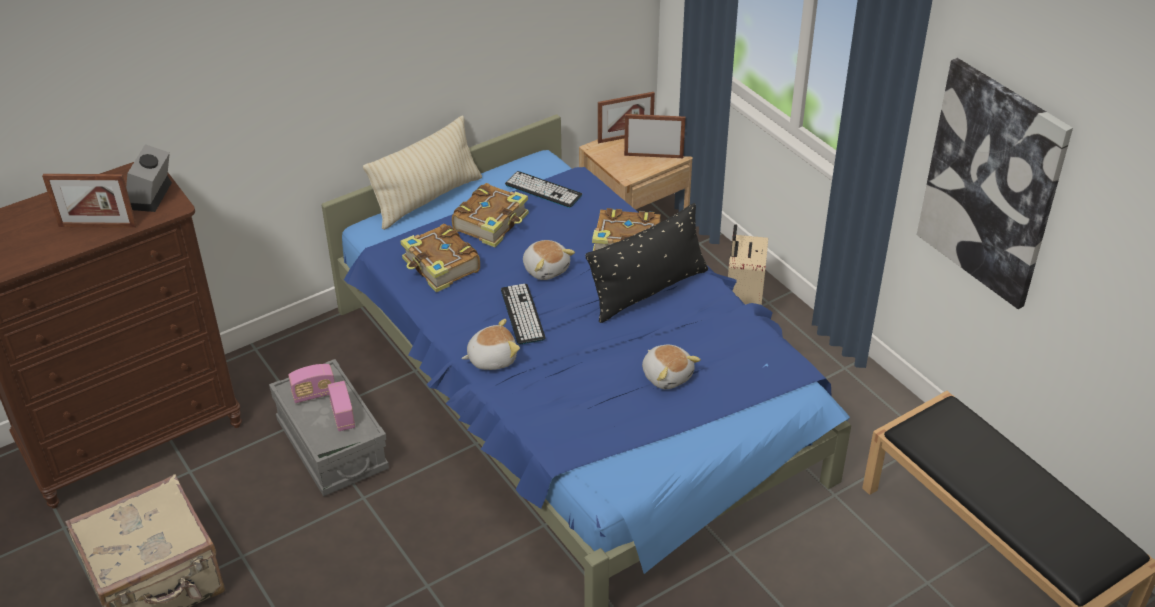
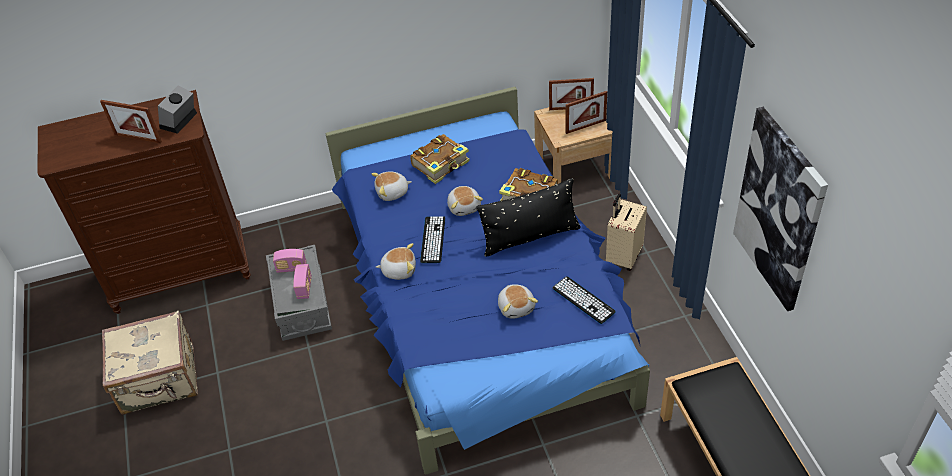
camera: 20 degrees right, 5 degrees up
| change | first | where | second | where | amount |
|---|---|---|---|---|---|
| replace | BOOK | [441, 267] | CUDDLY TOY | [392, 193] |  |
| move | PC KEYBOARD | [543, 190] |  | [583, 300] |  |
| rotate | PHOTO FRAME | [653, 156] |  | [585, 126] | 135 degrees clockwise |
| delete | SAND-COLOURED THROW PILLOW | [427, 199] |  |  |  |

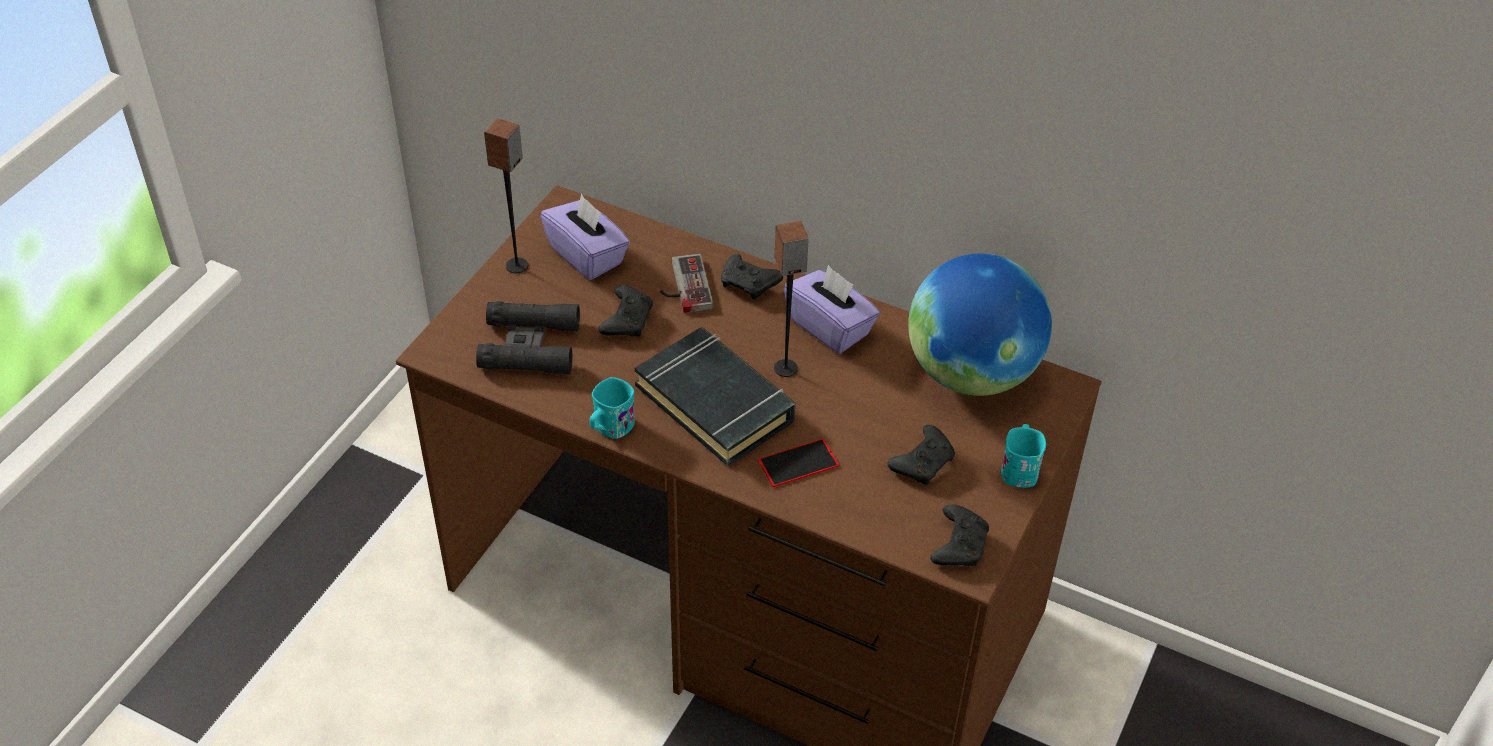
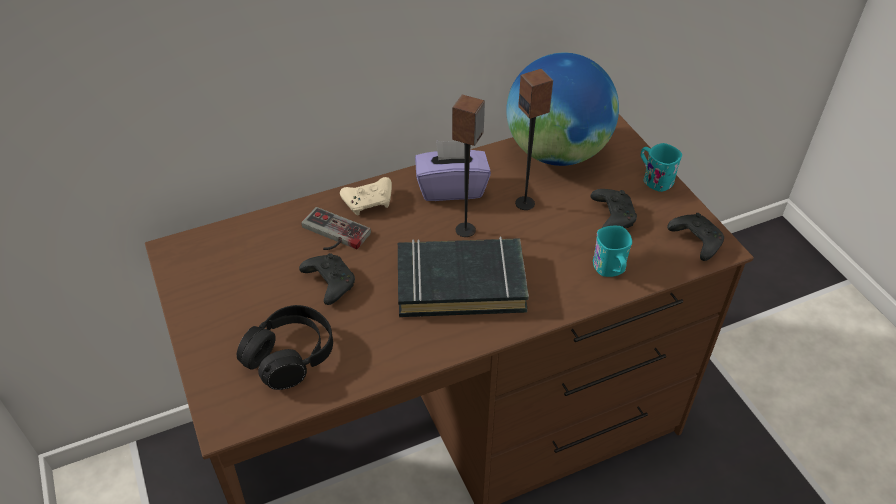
camera: 50 degrees left, 0 degrees up
| change | first | where | second | where | amount |
|---|---|---|---|---|---|
| replace | BLACKISH FIELD GLASSES | [529, 346] | BLACKISH PAIR OF HEADPHONES | [290, 355] |  |
| recolor | BLACKISH GAMEPAD | [749, 284] | SAND-COLOURED GAMEPAD | [369, 202] |  |
| move | LOUDSPEAKER | [517, 266] |  | [525, 203] |  |
| move | BLUE-GREEN COFFEE MUG | [610, 428] |  | [611, 270] |  |
| delete | PURPLE BOX OF TISSUES | [587, 255] |  |  |  |
| delete | HANDSET | [798, 463] |  |  |  |

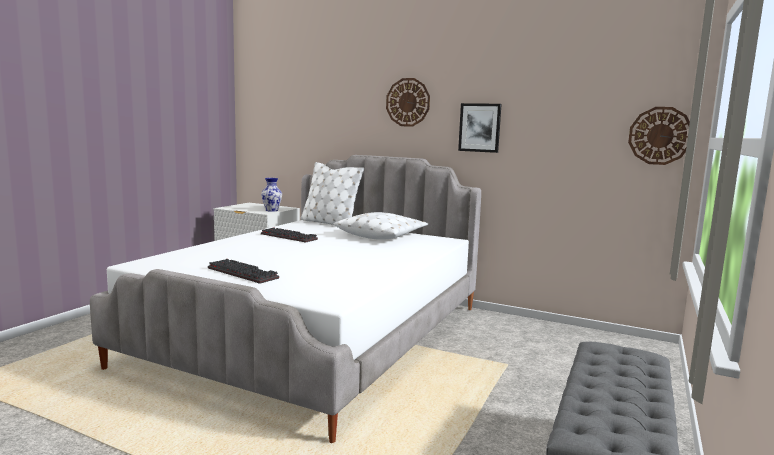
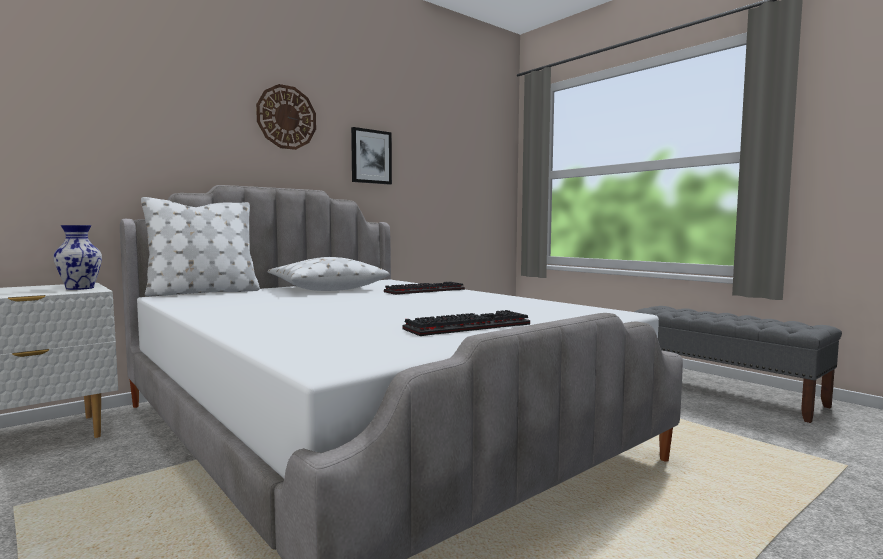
camera: 65 degrees left, 5 degrees down
| change | first | where | second | where | amount |
|---|---|---|---|---|---|
| move | PC KEYBOARD | [290, 237] |  | [425, 290] |  |
| delete | WALL CLOCK | [660, 135] |  |  |  |

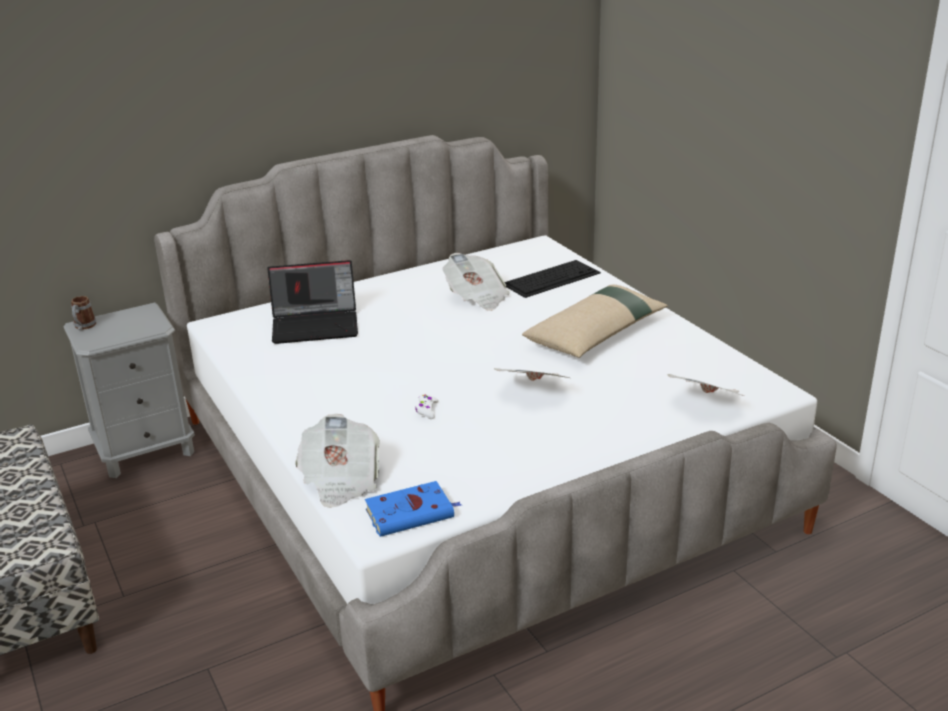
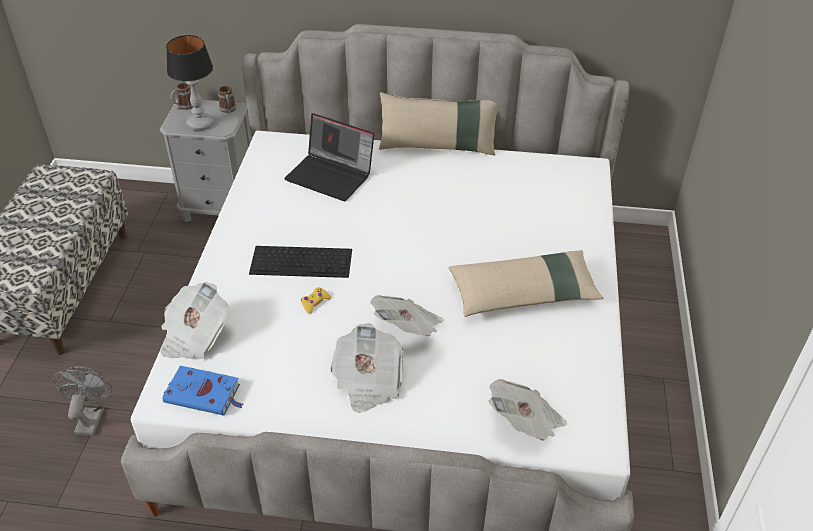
camera: 35 degrees right, 15 degrees up
| change | first | where | second | where | amount |
|---|---|---|---|---|---|
| insert |  |  | GREYISH COOLING FAN | [91, 417] |  |
| insert |  |  | TABLE LAMP | [201, 124] |  |
| insert |  |  | COFFEE MUG | [228, 110] |  |
| move | PC KEYBOARD | [552, 278] |  | [302, 261] |  |
| recolor | WHITE GAMEPAD | [427, 410] | YELLOW-COLOURED GAMEPAD | [315, 302] |  |
| move | PRINTED PAPER | [476, 297] |  | [367, 382] |  |
| insert |  |  | SAND-COLOURED THROW PILLOW | [438, 147] |  |

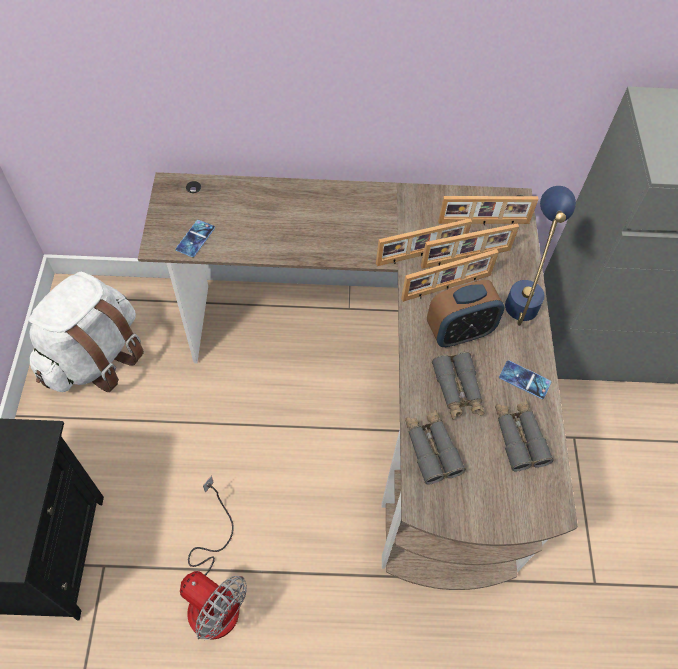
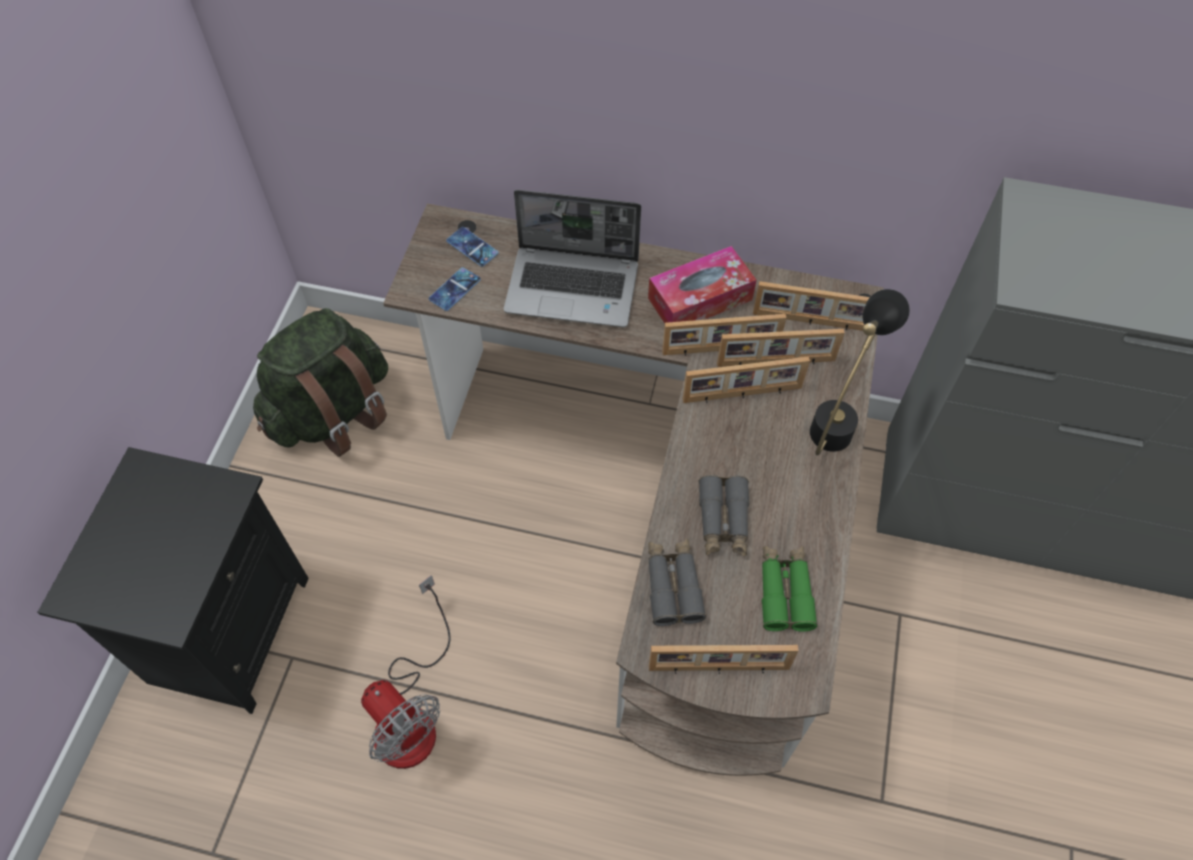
camera: 15 degrees right, 0 degrees up
| change | first | where | second | where | amount |
|---|---|---|---|---|---|
| recolor | WHITE RUCKSACK | [95, 357] | GREEN-COLOURED RUCKSACK | [332, 413] |  |
| move | HANDSET | [524, 380] |  | [472, 247] |  |
| insert |  |  | PORTABLE COMPUTER | [574, 287] |  |
| insert |  |  | BOX OF TISSUES | [700, 299] |  |
| insert |  |  | PHOTO FRAME | [719, 669] |  |
| recolor | GREYISH FIELD GLASSES | [519, 437] | GREEN-COLOURED FIELD GLASSES | [784, 591] |  |
| recolor | BLUE TABLE LAMP | [525, 293] | BLACKISH TABLE LAMP | [839, 417] |  |
| delete | ALARM CLOCK | [459, 332] |  |  |  |

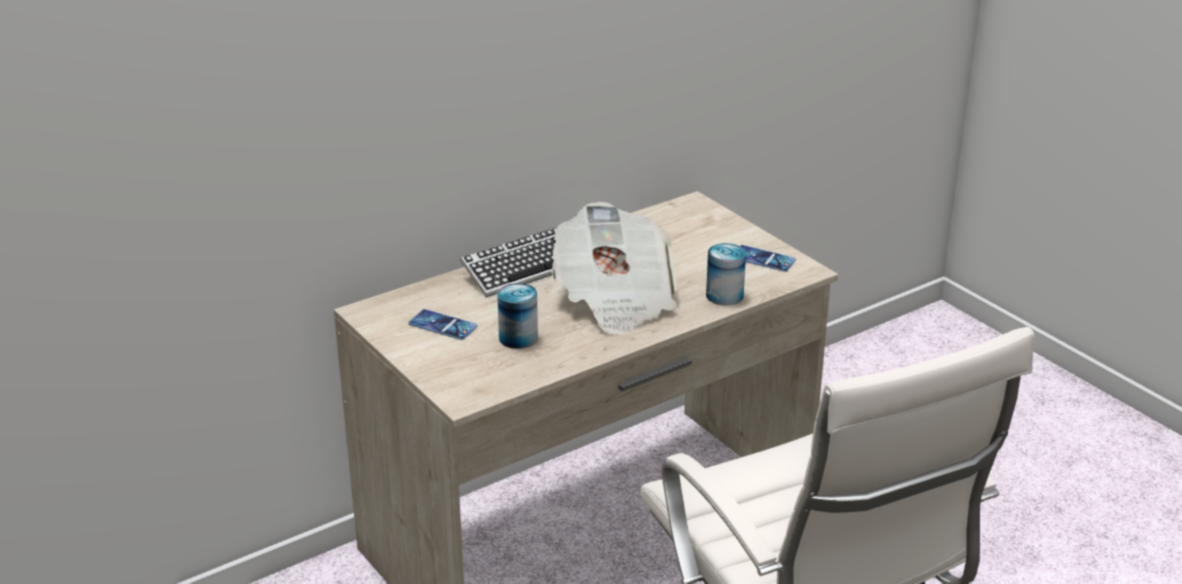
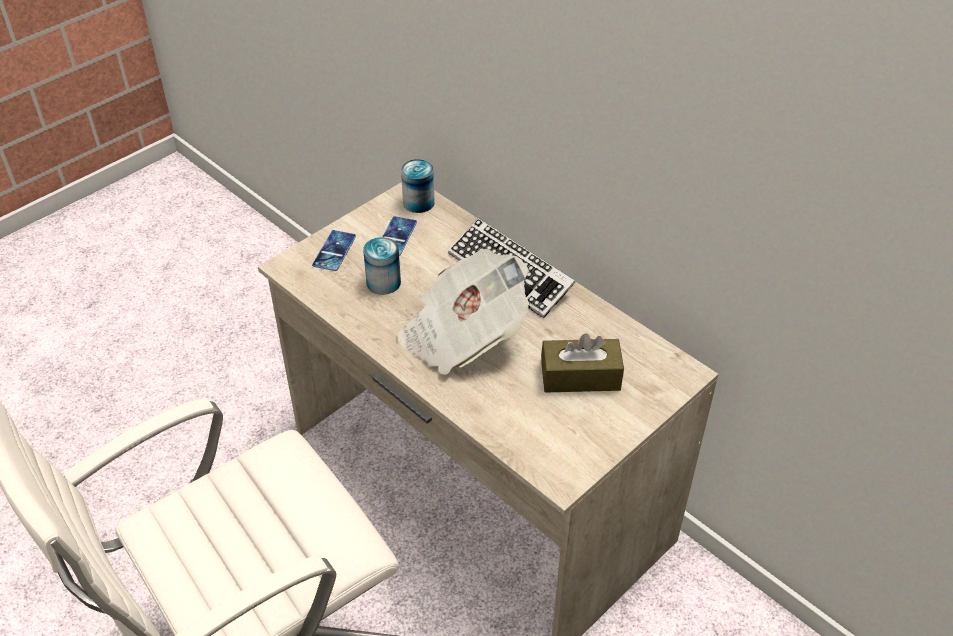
camera: 80 degrees right, 15 degrees up
| change | first | where | second | where | amount |
|---|---|---|---|---|---|
| move | HANDSET | [763, 259] |  | [334, 251] |  |
| move | CAN | [724, 295] |  | [418, 202] |  |
| insert |  |  | BROWN-COLOURED BOX OF TISSUES | [580, 376] |  |

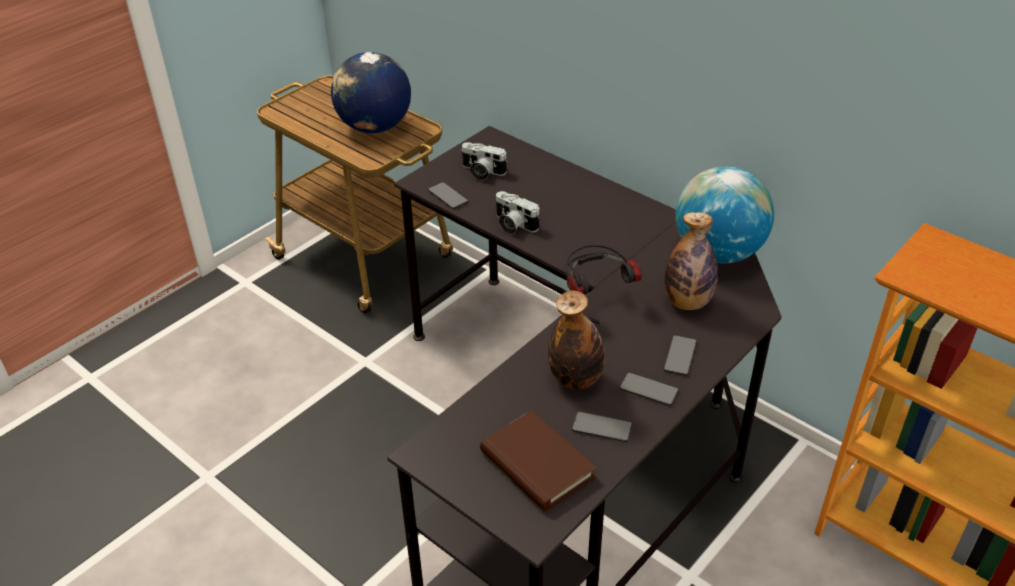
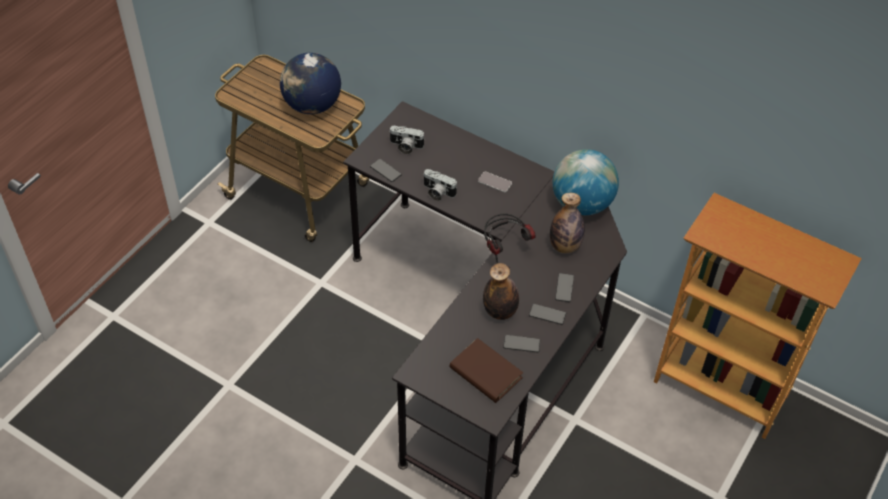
camera: 10 degrees left, 10 degrees up
| change | first | where | second | where | amount |
|---|---|---|---|---|---|
| insert |  |  | HANDSET | [494, 182] |  |

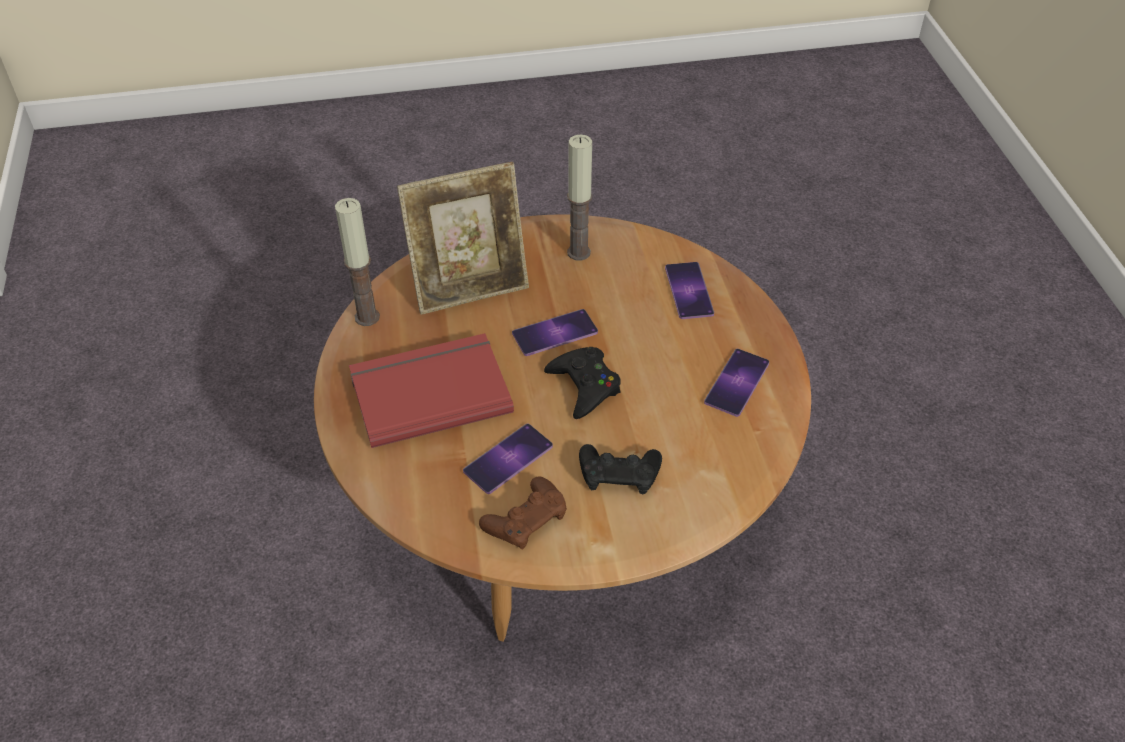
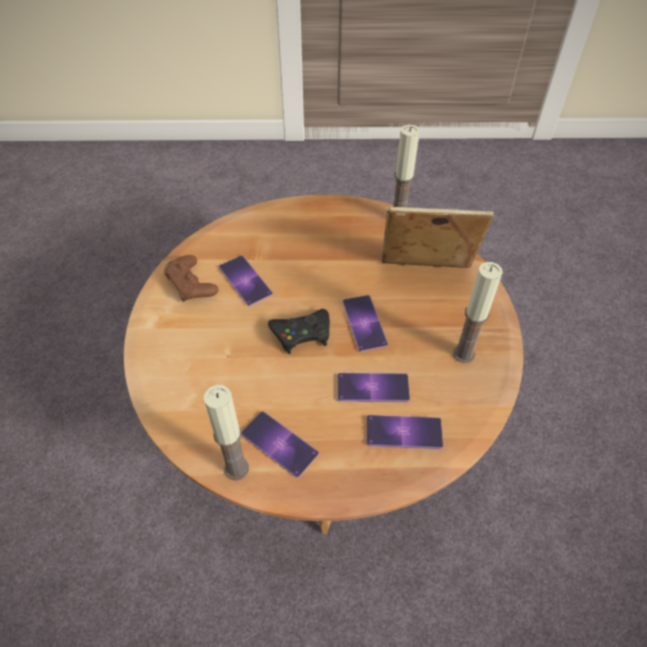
camera: 100 degrees right, 5 degrees up
| change | first | where | second | where | amount |
|---|---|---|---|---|---|
| insert |  |  | WAX CANDLE | [236, 468] |  |
| insert |  |  | HANDSET | [372, 387] |  |
| rotate | PHOTO FRAME | [469, 287] |  | [424, 276] | 105 degrees clockwise |
| delete | REDDISH BOOK | [429, 391] |  |  |  |
| delete | BLACKISH GAMEPAD | [619, 474] |  |  |  |

